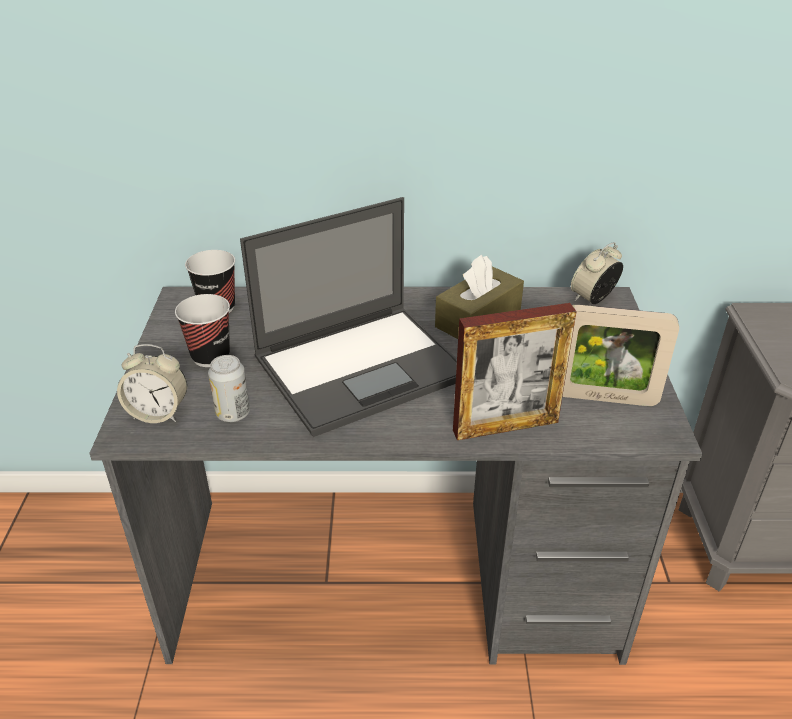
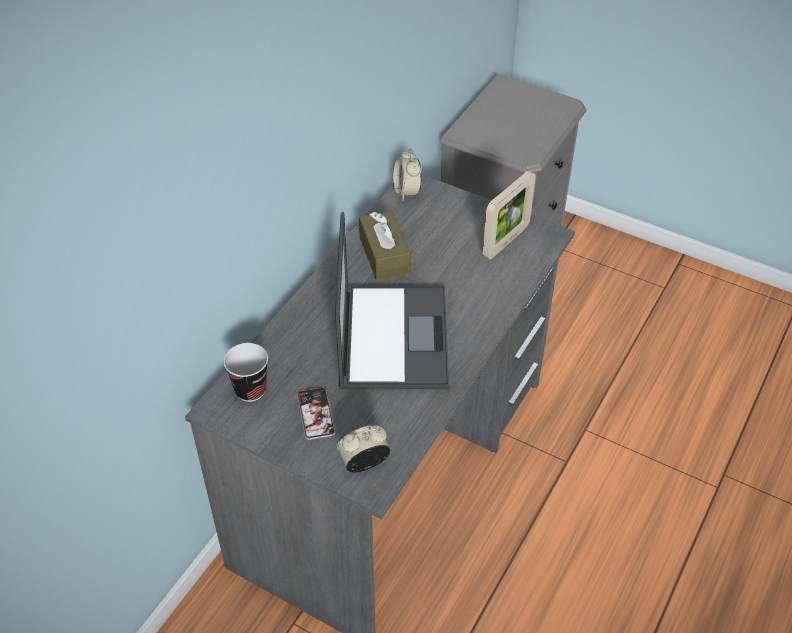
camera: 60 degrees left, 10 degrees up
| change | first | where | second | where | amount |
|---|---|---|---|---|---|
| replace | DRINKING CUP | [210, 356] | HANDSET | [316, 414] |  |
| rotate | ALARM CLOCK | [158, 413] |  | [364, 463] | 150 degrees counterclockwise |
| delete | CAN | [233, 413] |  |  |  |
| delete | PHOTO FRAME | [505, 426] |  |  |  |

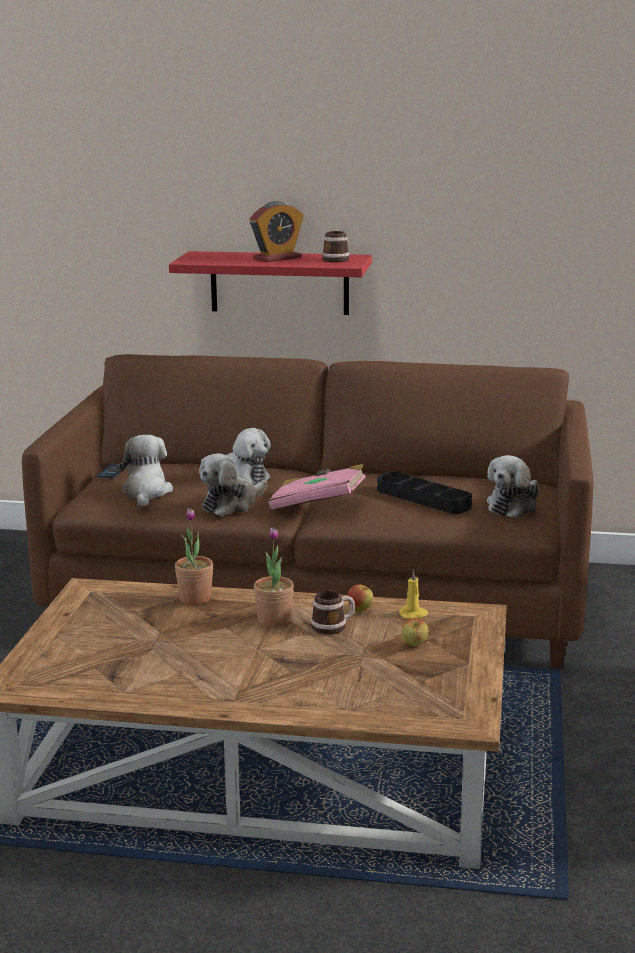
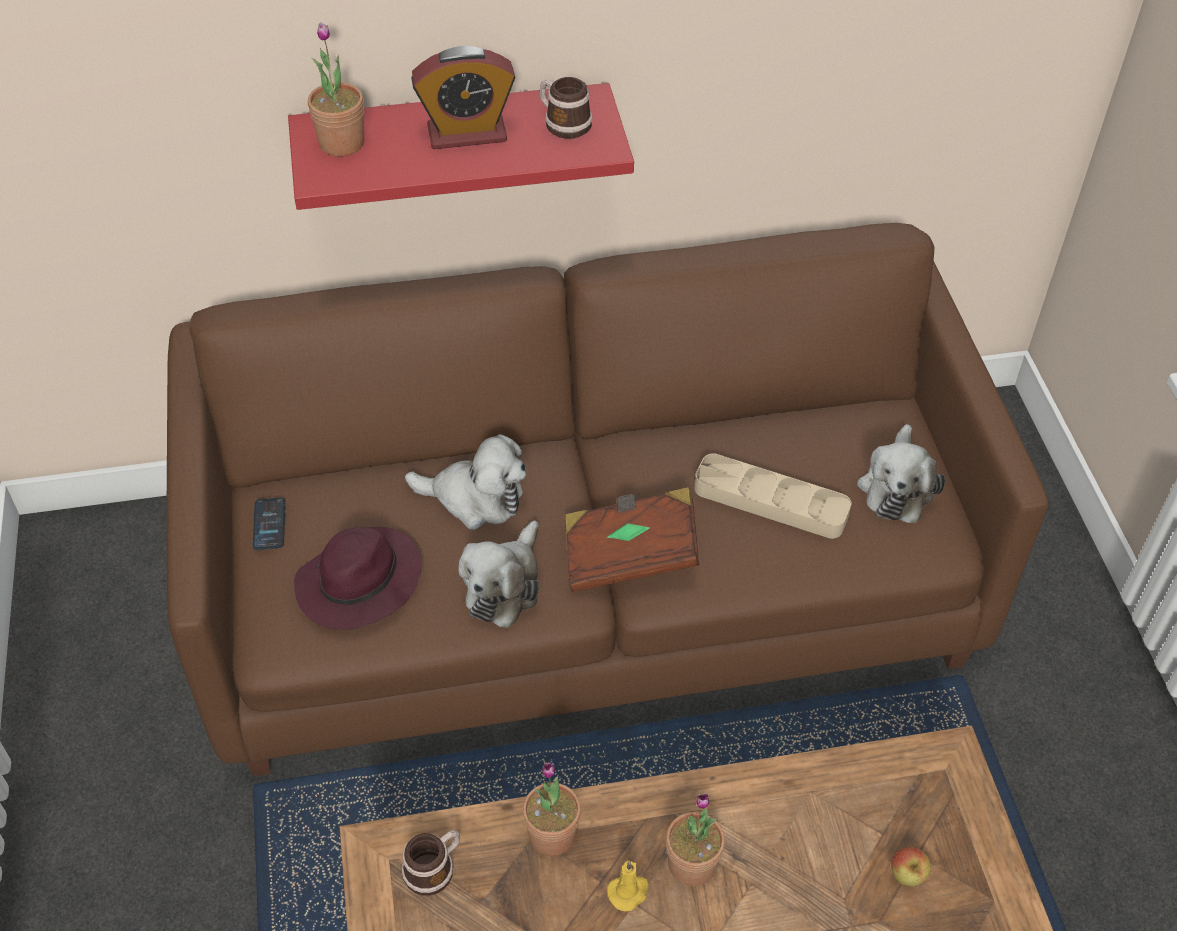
camera: 20 degrees left, 30 degrees up
| change | first | where | second | where | amount |
|---|---|---|---|---|---|
| replace | CUDDLY TOY | [146, 492] | PURPLE WEARABLE HAT | [358, 584] |  |
| insert |  |  | PLANT IN A POT | [341, 143] |  |
| move | COFFEE MUG | [333, 626] |  | [434, 867] |  |
| rotate | ALARM CLOCK | [277, 258] |  | [467, 133] | 45 degrees clockwise |
| recolor | PINKISH BOOK | [317, 505] | BROWN-COLOURED BOOK | [630, 555] |  |
| move | YELLOW-COLOURED WAX CANDLE | [413, 614] |  | [629, 891] |  |
| recolor | BLACKISH SERVING TRAY | [423, 498] | SAND-COLOURED SERVING TRAY | [770, 501] |  |
| delete | APPLE | [360, 610] |  |  |  |

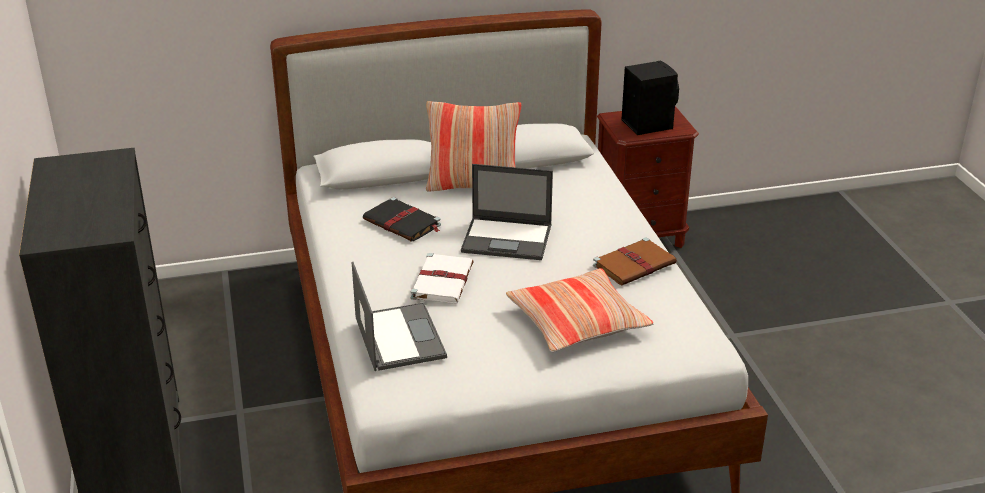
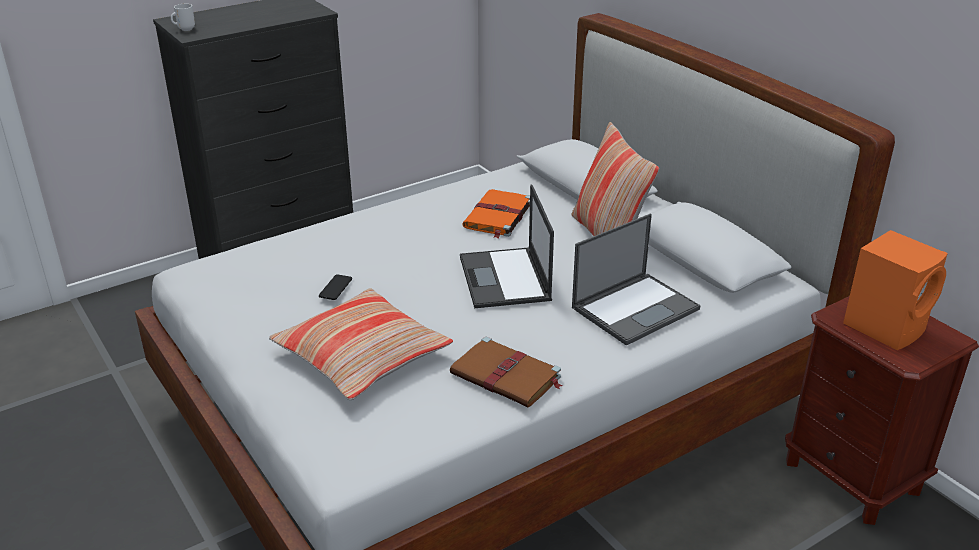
camera: 70 degrees right, 0 degrees up
| change | first | where | second | where | amount |
|---|---|---|---|---|---|
| insert |  |  | COFFEE MUG | [185, 29] |  |
| insert |  |  | HANDSET | [335, 288] |  |
| recolor | BLACKISH BOOK | [403, 223] | ORANGE-COLOURED BOOK | [497, 216] |  |
| move | PORTABLE COMPUTER | [399, 337] |  | [636, 308] |  |
| recolor | BLACKISH LOUDSPEAKER | [646, 124] | ORANGE-COLOURED LOUDSPEAKER | [886, 326] |  |
| delete | WHITE BOOK | [442, 281] |  |  |  |

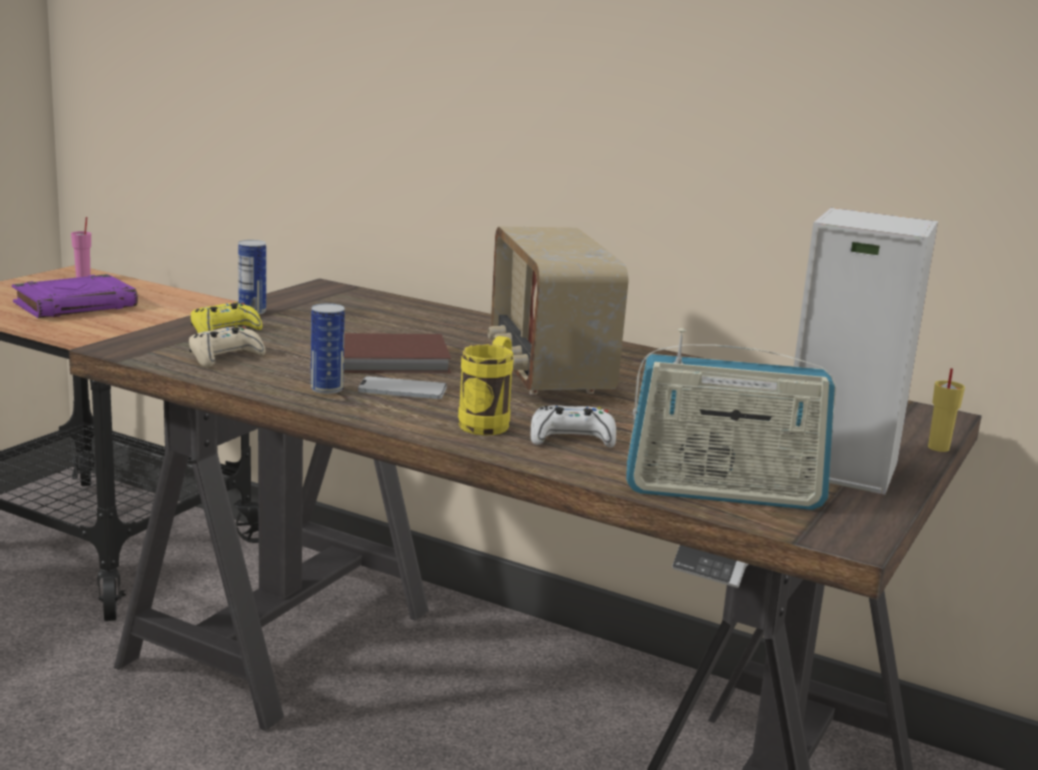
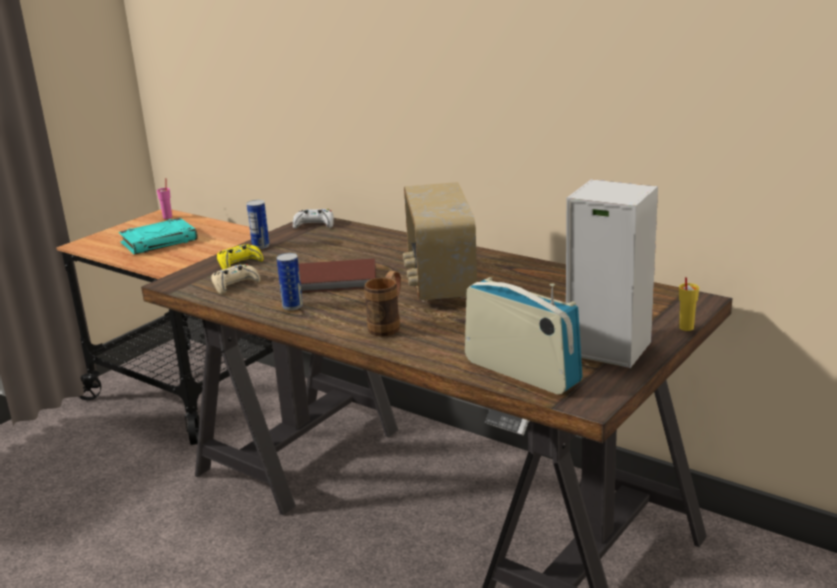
camera: 10 degrees right, 5 degrees up
| change | first | where | second | where | amount |
|---|---|---|---|---|---|
| recolor | PURPLE BOOK | [76, 305] | BLUE-GREEN BOOK | [160, 241] |  |
| move | WHITE GAMEPAD | [571, 438] |  | [314, 224] |  |
| recolor | YELLOW-COLOURED COFFEE MUG | [489, 422] | BROWN-COLOURED COFFEE MUG | [388, 326] |  |
| rotate | RADIO | [723, 493] |  | [521, 372] | 150 degrees counterclockwise |
| delete | HANDSET | [402, 390] |  |  |  |

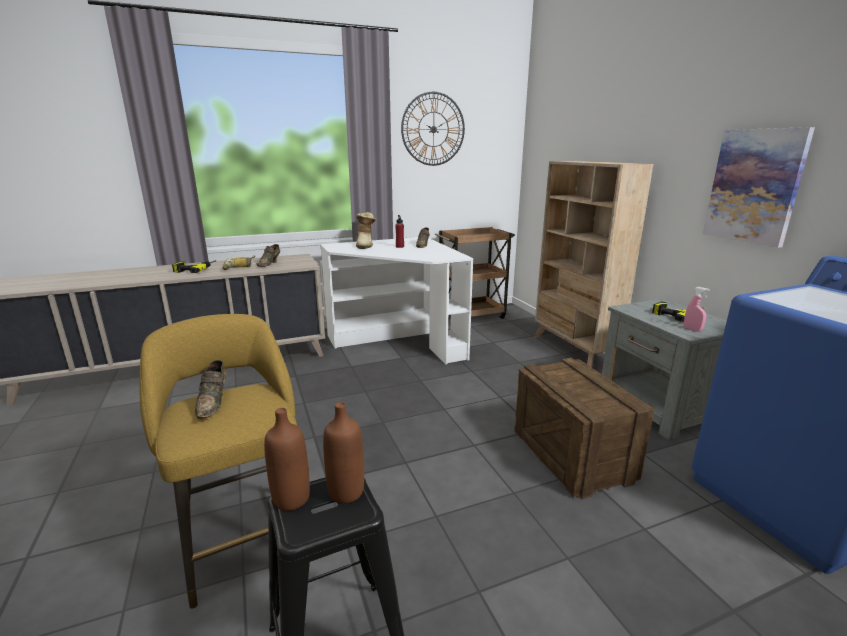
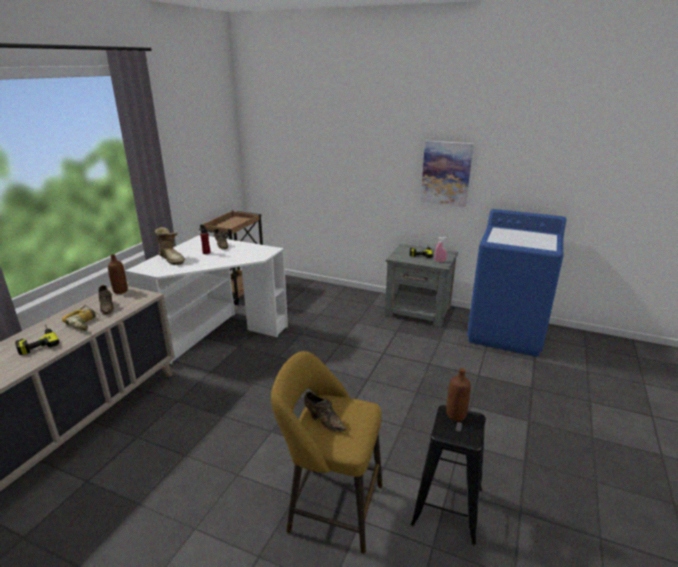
camera: 45 degrees left, 5 degrees up
| change | first | where | second | where | amount |
|---|---|---|---|---|---|
| move | BROWN-COLOURED DRINK BOTTLE | [291, 499] |  | [120, 291] |  |
| delete | WALL CLOCK | [433, 129] |  |  |  |
| delete | SHIPPING CRATE | [572, 455] |  |  |  |
| delete | SAND-COLOURED BOOKCASE | [573, 350] |  |  |  |

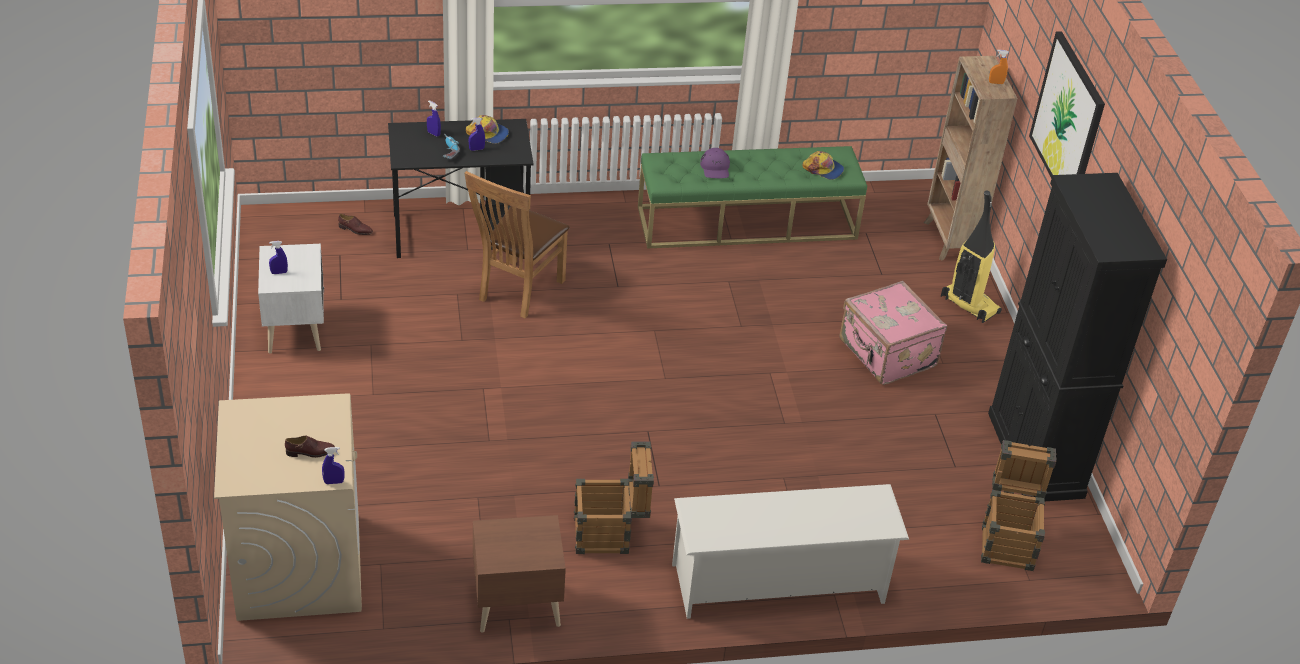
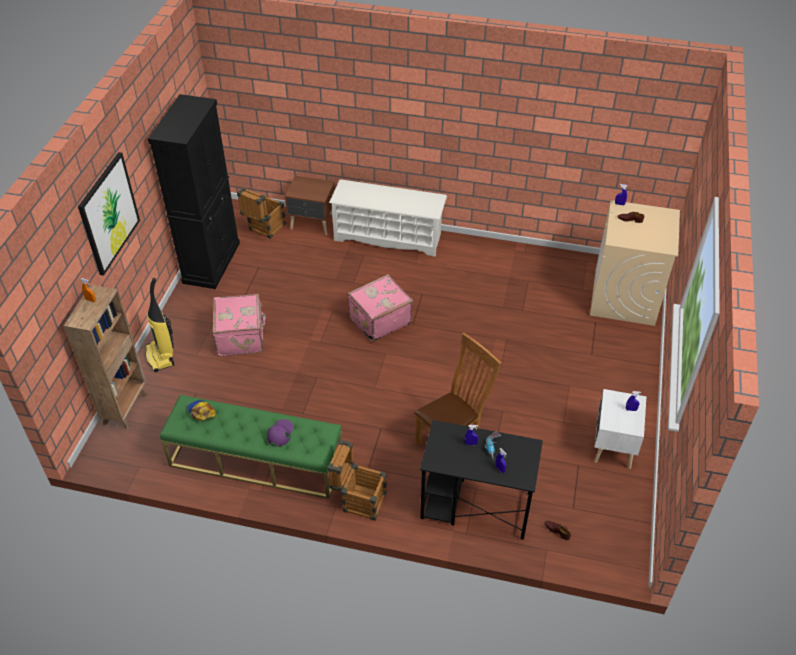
camera: 155 degrees left, 5 degrees up
| change | first | where | second | where | amount |
|---|---|---|---|---|---|
| move | BROWN-COLOURED NIGHT TABLE | [516, 605] |  | [313, 224] |  |
| move | SHIPPING CRATE | [610, 534] |  | [359, 499] |  |
| insert |  |  | PINKISH TRAVEL CASE | [379, 320] |  |
| delete | PEAKED CAP | [488, 133] |  |  |  |

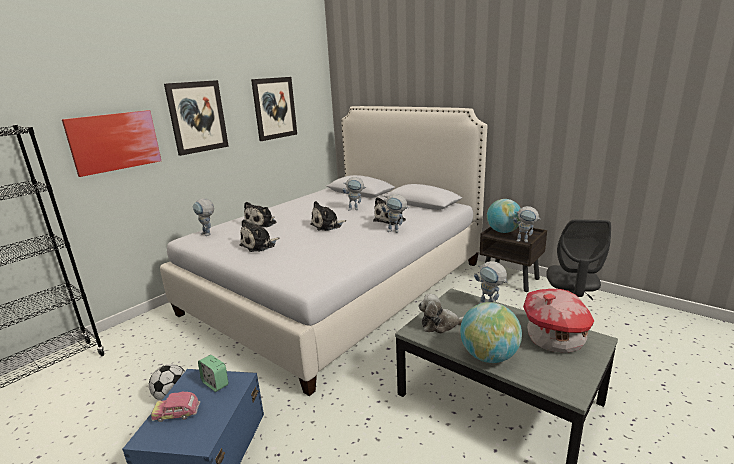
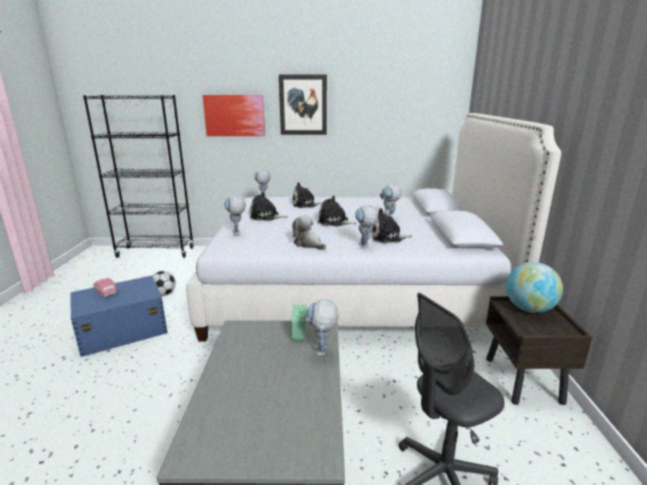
camera: 50 degrees right, 0 degrees up
| change | first | where | second | where | amount |
|---|---|---|---|---|---|
| move | TOY ROBOT | [525, 241] |  | [237, 234] |  |
| move | ALARM CLOCK | [215, 383] |  | [299, 334] |  |
| move | CUDDLY TOY | [441, 325] |  | [308, 244] |  |
| delete | WALL ART | [274, 108] |  |  |  |
| delete | WORLD GLOBE | [488, 356] |  |  |  |
| delete | TOY HOUSE | [555, 340] |  |  |  |

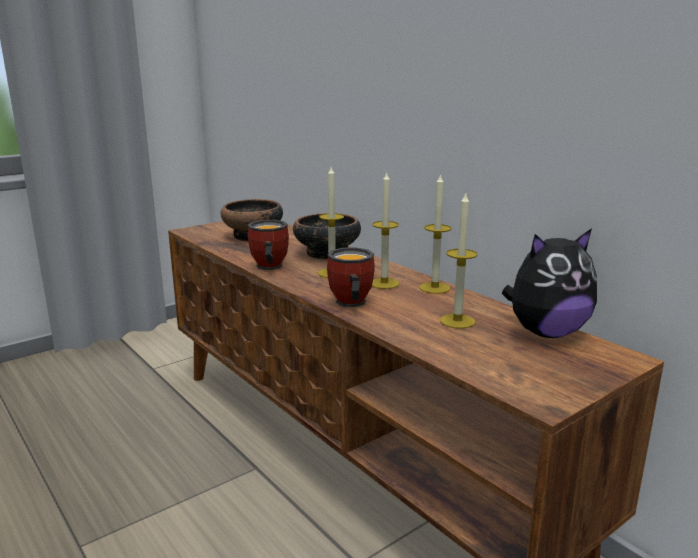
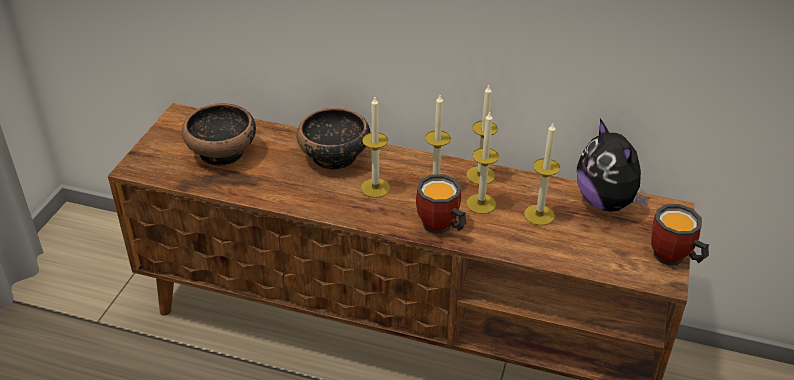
camera: 35 degrees left, 20 degrees up
| change | first | where | second | where | amount |
|---|---|---|---|---|---|
| insert |  |  | WAX CANDLE | [481, 204] |  |
| rotate | CUDDLY TOY | [546, 332] |  | [606, 202] | 120 degrees clockwise |
| move | COFFEE MUG | [267, 267] |  | [672, 259] |  |

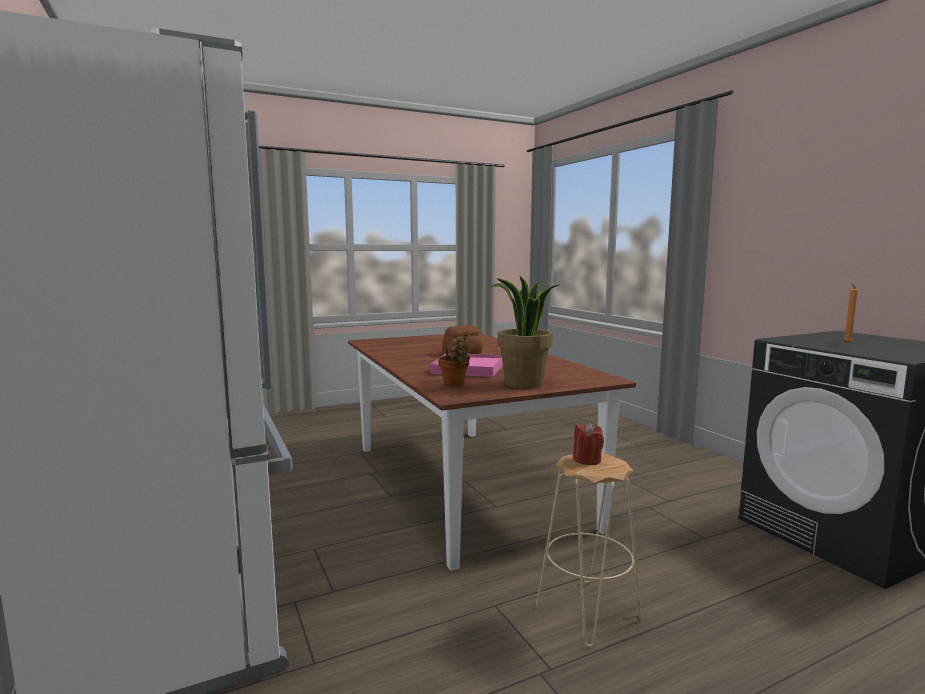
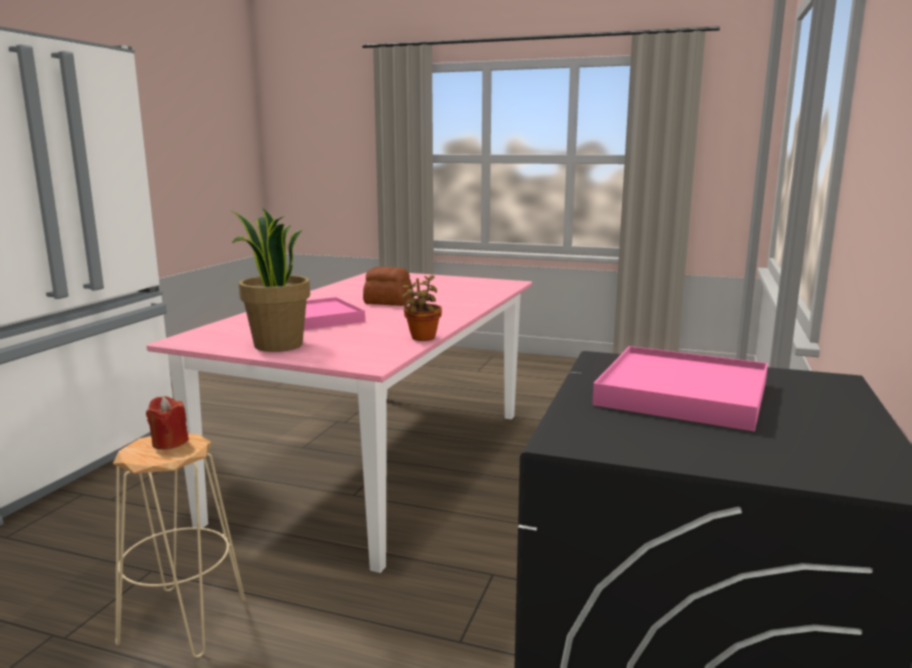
camera: 45 degrees right, 5 degrees up
| change | first | where | second | where | amount |
|---|---|---|---|---|---|
| recolor | BROWN-COLOURED DINING TABLE | [466, 484] | PINKISH DINING TABLE | [381, 463] |  |
| move | PLANT IN A POT | [455, 383] |  | [422, 338] |  |
| replace | ORANGE-COLOURED WAX CANDLE | [846, 343] | PINKISH SERVING TRAY | [682, 394] |  |

